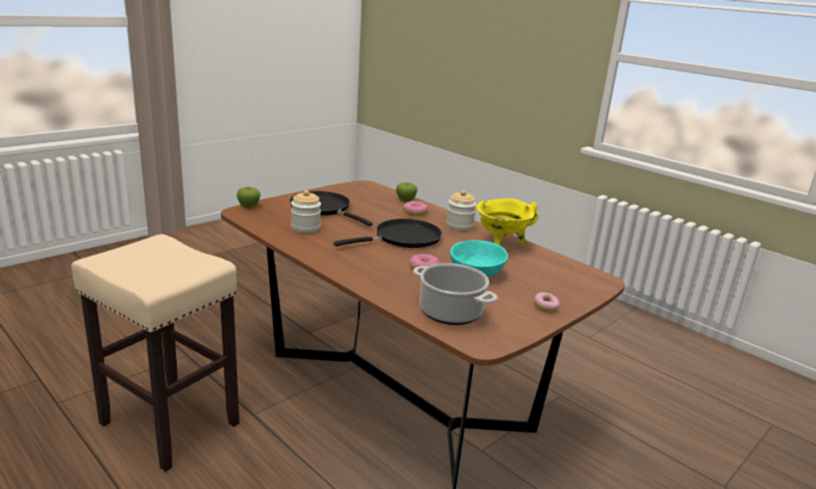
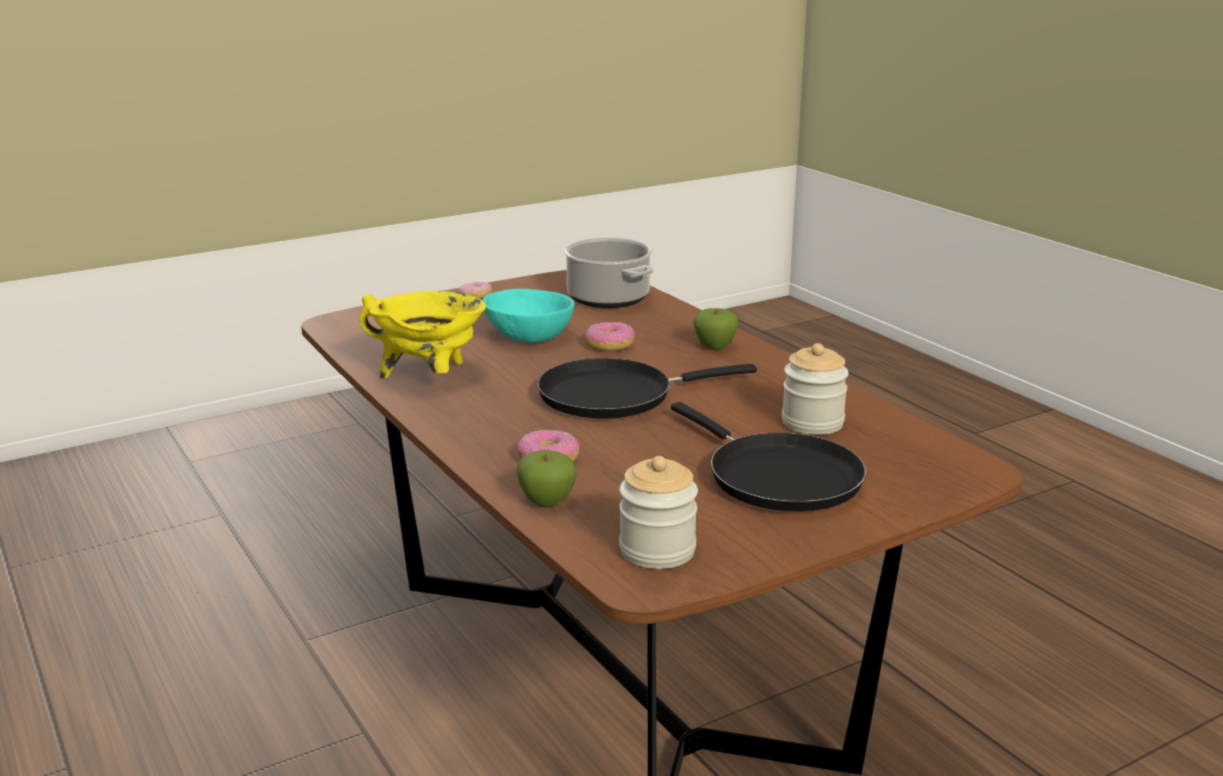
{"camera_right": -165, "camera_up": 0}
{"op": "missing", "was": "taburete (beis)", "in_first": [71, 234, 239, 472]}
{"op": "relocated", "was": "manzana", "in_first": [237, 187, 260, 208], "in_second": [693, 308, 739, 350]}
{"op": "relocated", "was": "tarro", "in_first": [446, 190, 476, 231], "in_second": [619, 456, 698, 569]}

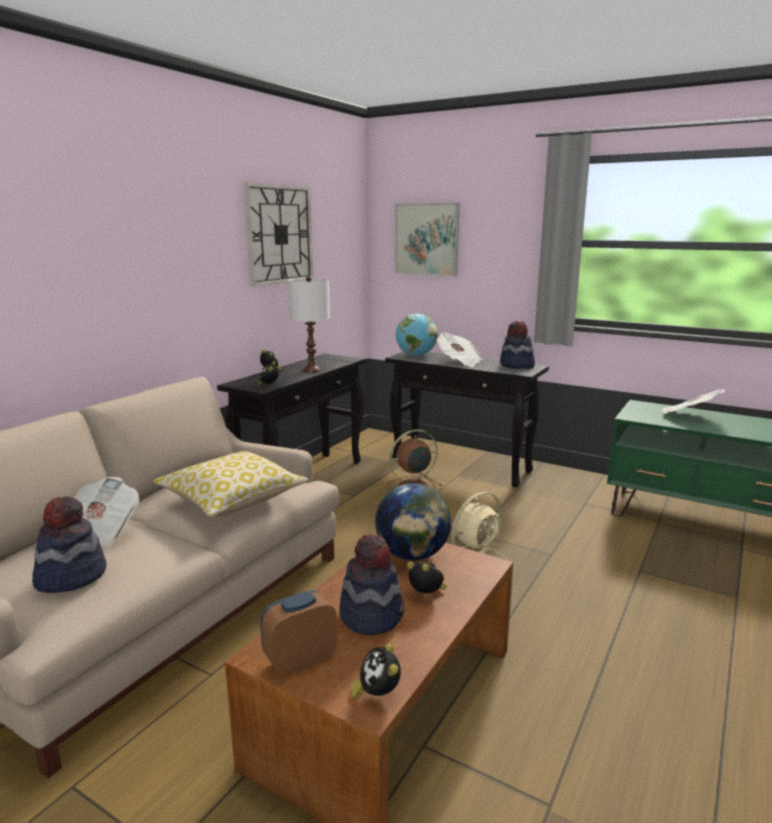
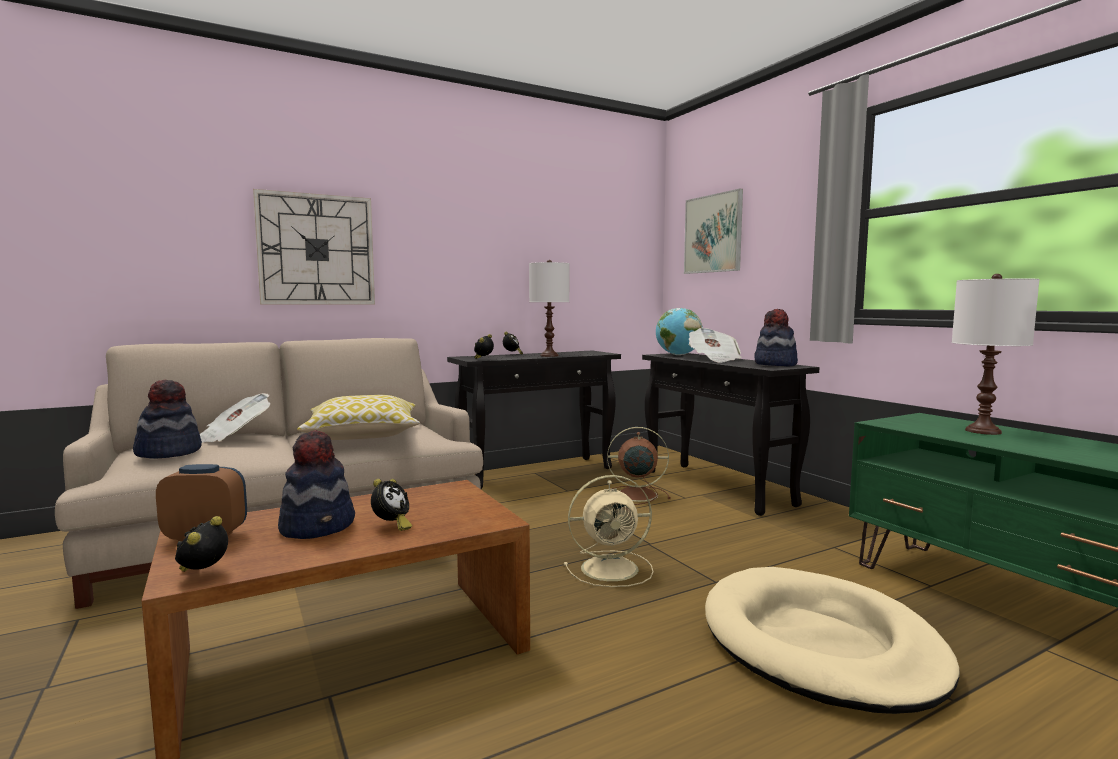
{"camera_right": 30, "camera_up": -10}
{"op": "missing", "was": "globo terráqueo", "in_first": [375, 483, 451, 561]}
{"op": "appeared", "now": "cama para perro (beis)", "in_second": [705, 567, 960, 714]}
{"op": "relocated", "was": "reloj de pared", "in_first": [244, 182, 313, 287], "in_second": [253, 189, 375, 305]}
{"op": "exchanged", "was": "periódico", "now": "lámpara de mesa (blanco)", "in_first": [662, 389, 725, 414], "in_second": [952, 274, 1040, 435]}
{"op": "spun", "was": "despertador", "in_first": [407, 562, 447, 593], "in_second": [371, 479, 412, 531], "clockwise": 45}

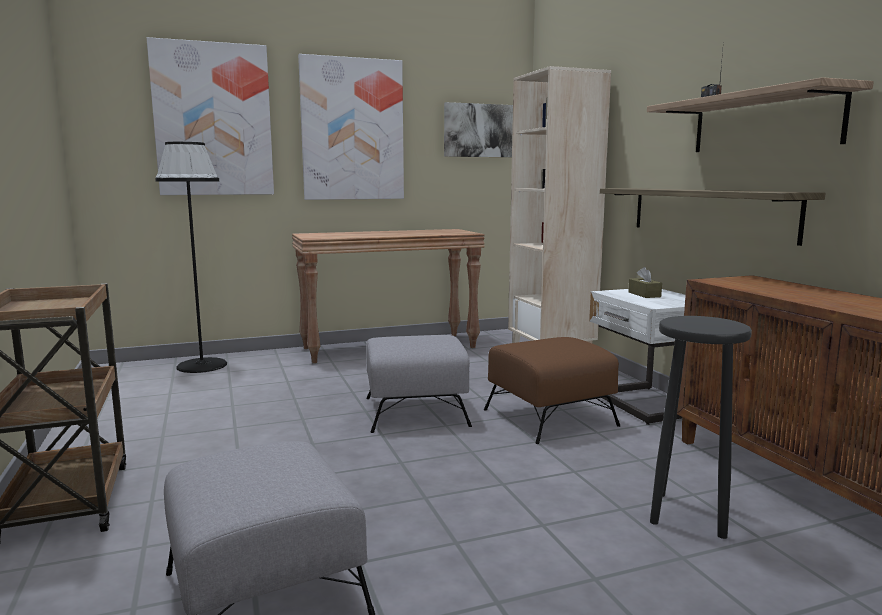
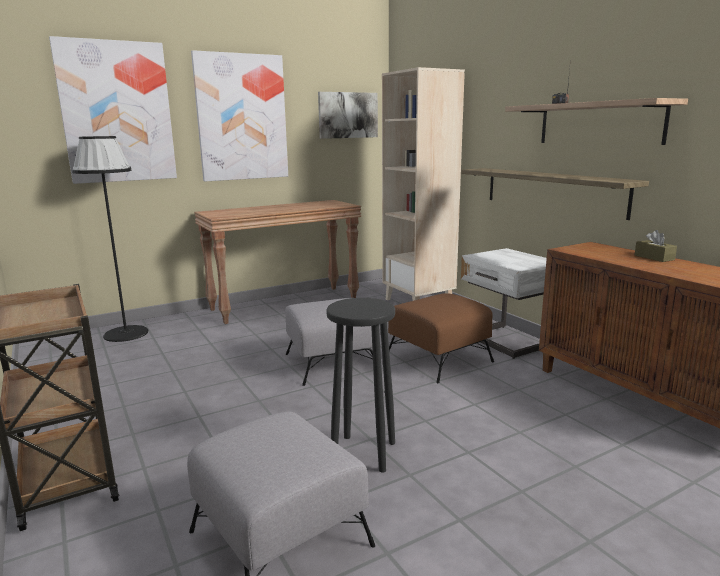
{"camera_right": -10, "camera_up": 5}
{"op": "relocated", "was": "caja de pañuelos (marrón)", "in_first": [628, 267, 662, 298], "in_second": [635, 230, 677, 262]}
{"op": "relocated", "was": "taburete (negro)", "in_first": [650, 316, 752, 539], "in_second": [326, 298, 395, 473]}

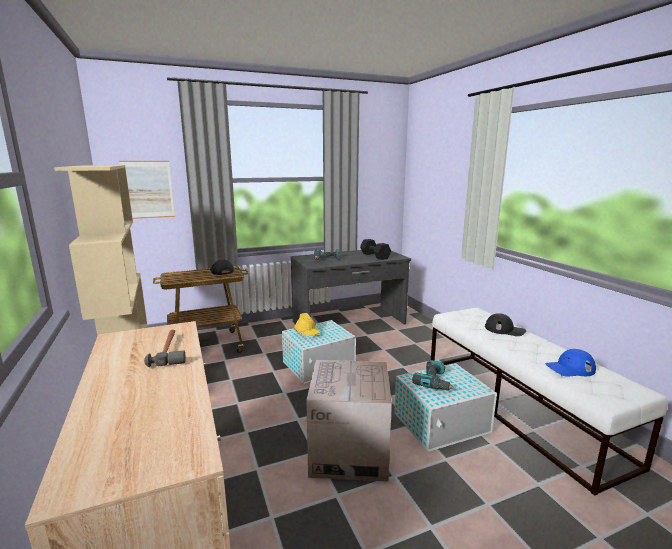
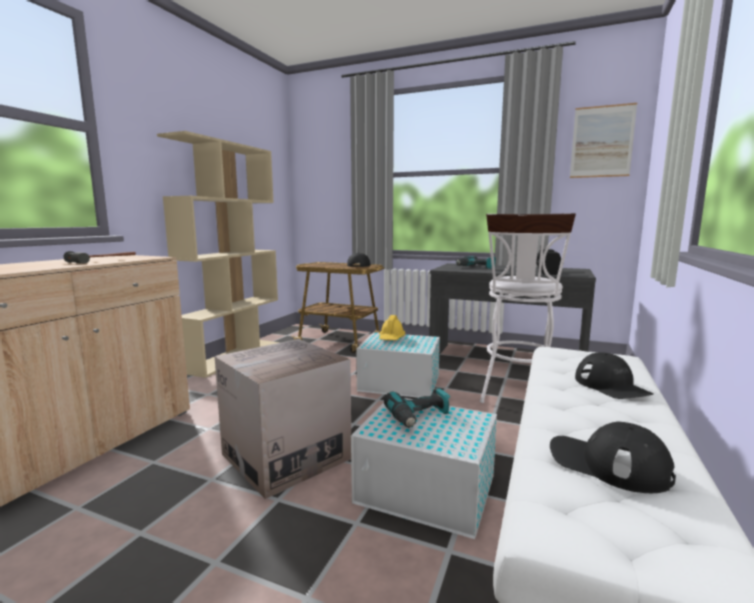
{"camera_right": 45, "camera_up": -5}
{"op": "appeared", "now": "taburete (blanco)", "in_second": [480, 213, 576, 403]}
{"op": "relocated", "was": "cuadro", "in_first": [119, 161, 175, 219], "in_second": [570, 103, 637, 178]}
{"op": "colour", "was": "gorra (azul)", "now": "gorra (negro)", "in_first": [545, 349, 596, 377], "in_second": [550, 421, 676, 493]}

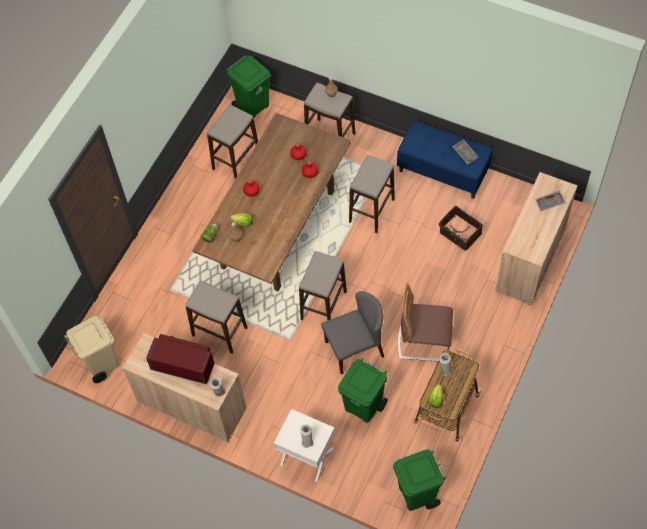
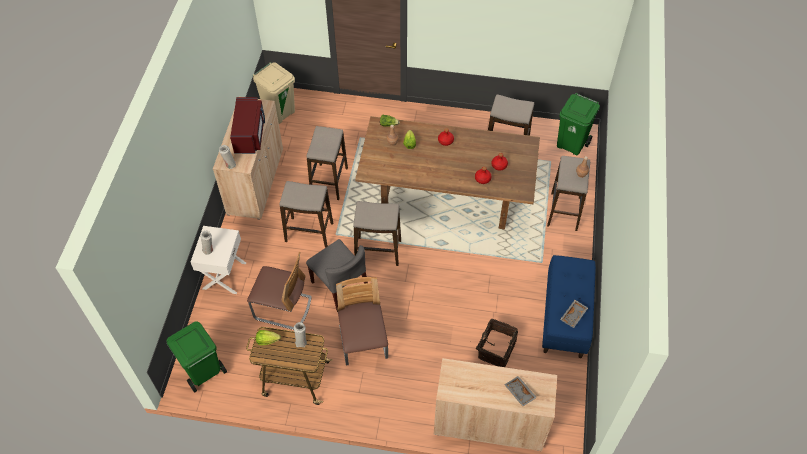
{"camera_right": 70, "camera_up": -5}
{"op": "relocated", "was": "taburete", "in_first": [349, 155, 395, 233], "in_second": [280, 181, 333, 248]}
{"op": "exchanged", "was": "papelera (verde)", "now": "silla", "in_first": [338, 358, 388, 423], "in_second": [247, 252, 312, 330]}

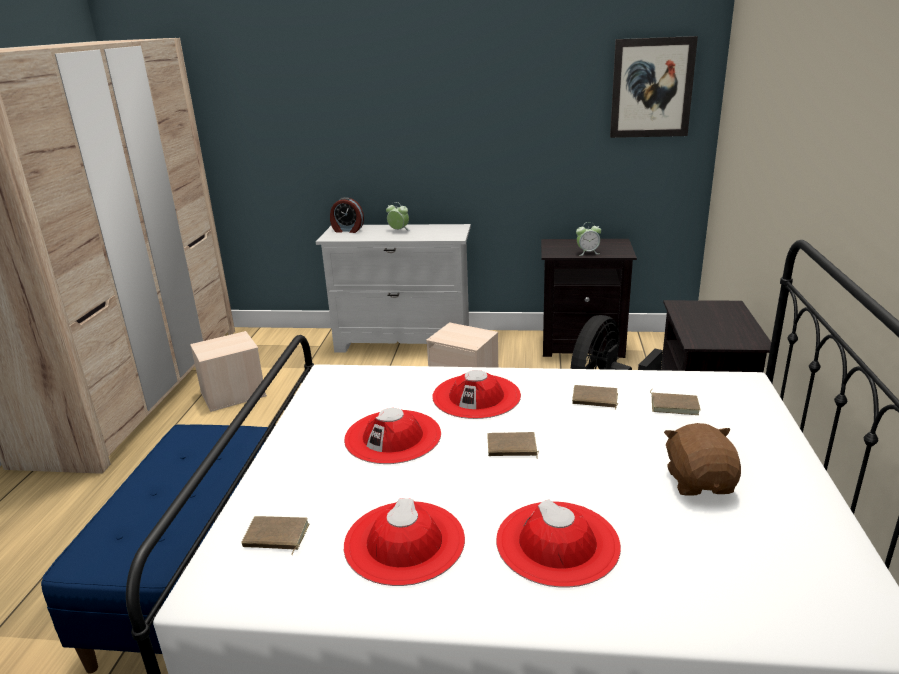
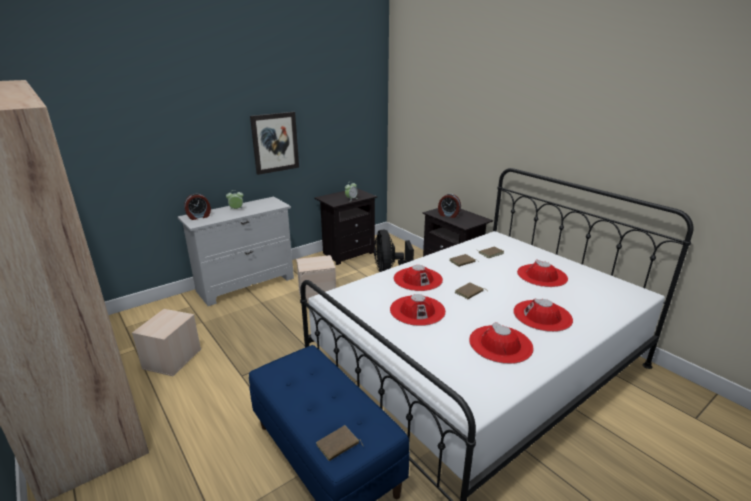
{"camera_right": -45, "camera_up": 0}
{"op": "appeared", "now": "despertador", "in_second": [438, 194, 461, 218]}
{"op": "relocated", "was": "libro (marrón)", "in_first": [241, 516, 310, 555], "in_second": [316, 425, 363, 461]}
{"op": "relocated", "was": "cuadro", "in_first": [610, 36, 698, 138], "in_second": [250, 112, 299, 175]}
{"op": "exchanged", "was": "peluche (marrón)", "now": "sombrero (rojo)", "in_first": [664, 423, 741, 496], "in_second": [517, 259, 568, 287]}

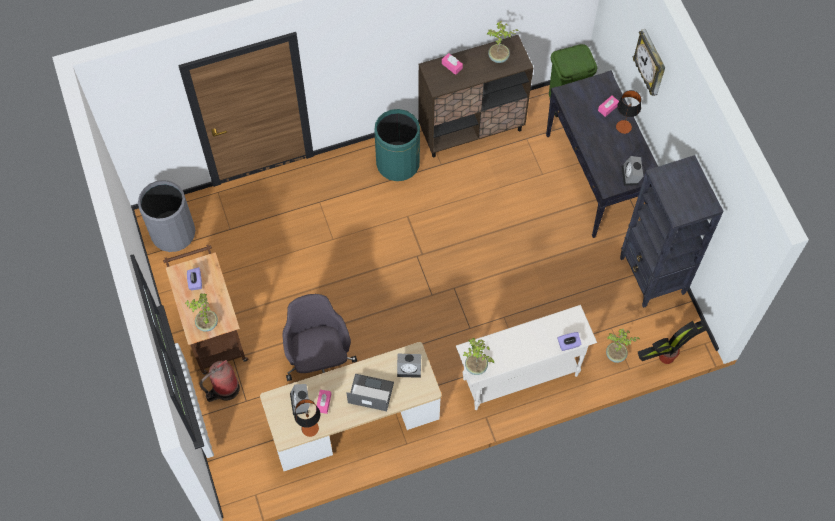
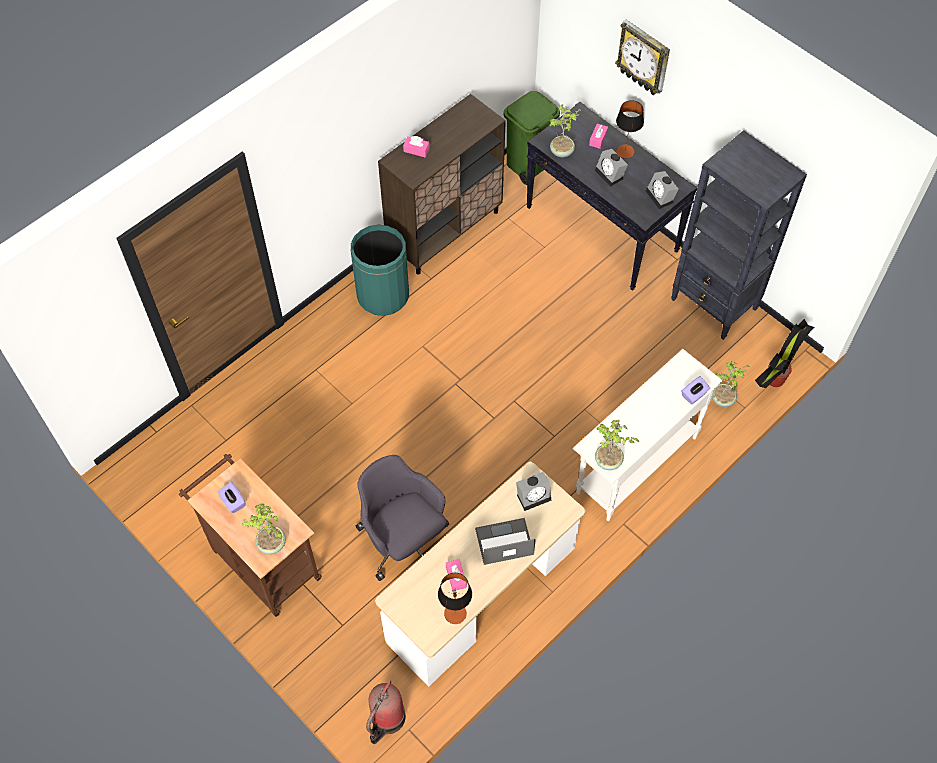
{"camera_right": -25, "camera_up": -5}
{"op": "missing", "was": "papelera (gris)", "in_first": [138, 180, 195, 252]}
{"op": "relocated", "was": "extintor", "in_first": [199, 360, 240, 402], "in_second": [366, 680, 406, 744]}
{"op": "relocated", "was": "despertador", "in_first": [290, 384, 310, 415], "in_second": [595, 149, 628, 187]}
{"op": "relocated", "was": "planta en maceta", "in_first": [486, 21, 519, 63], "in_second": [549, 104, 581, 157]}

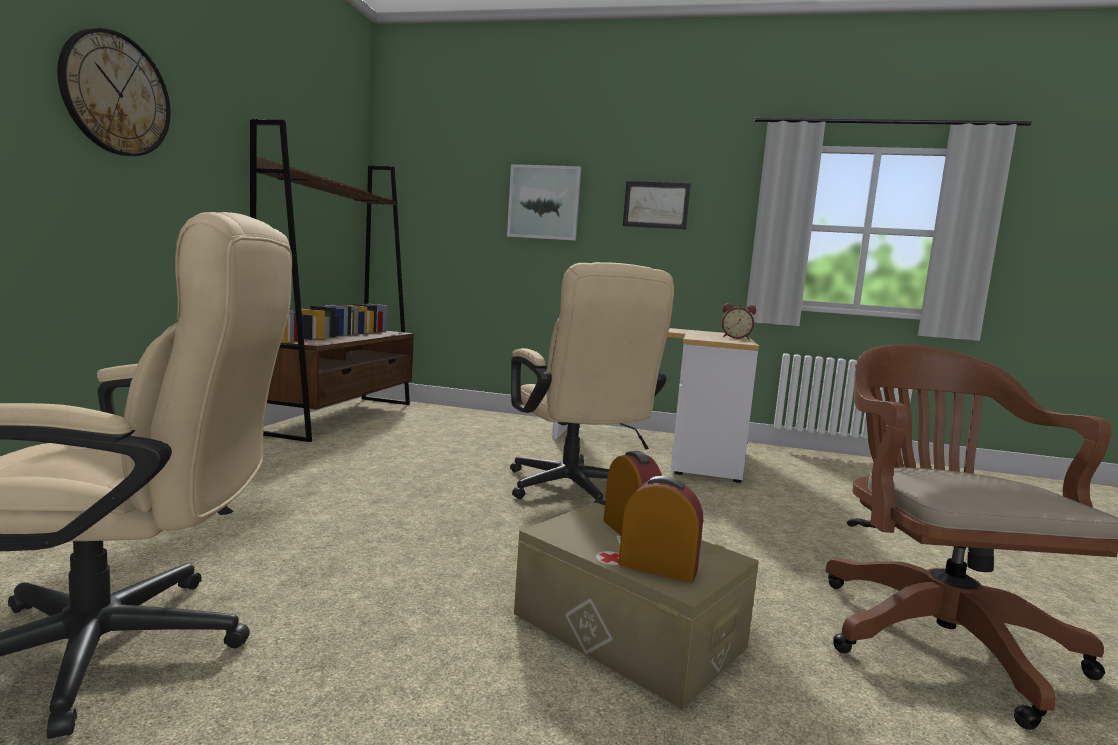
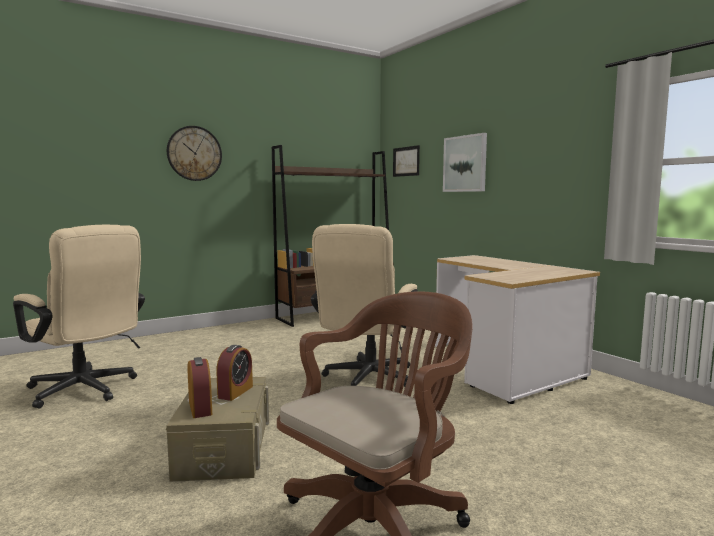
{"camera_right": 45, "camera_up": 0}
{"op": "missing", "was": "despertador", "in_first": [722, 303, 756, 340]}
{"op": "relocated", "was": "cuadro", "in_first": [623, 181, 691, 229], "in_second": [393, 145, 420, 177]}

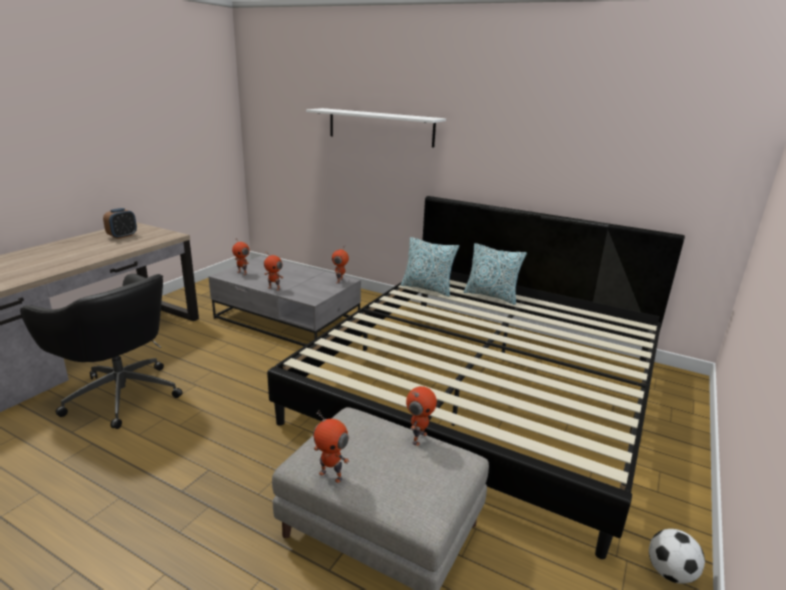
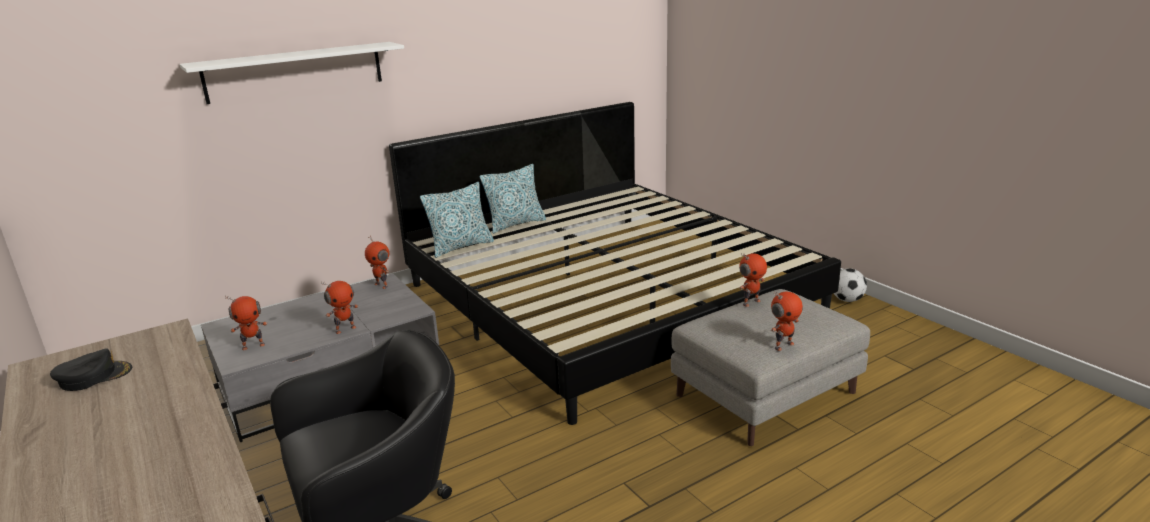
{"camera_right": -60, "camera_up": 0}
{"op": "exchanged", "was": "despertador", "now": "gorra (negro)", "in_first": [103, 208, 137, 239], "in_second": [50, 348, 132, 391]}
{"op": "spun", "was": "robot de juguete", "in_first": [406, 386, 437, 446], "in_second": [739, 253, 767, 307], "clockwise": 90}

